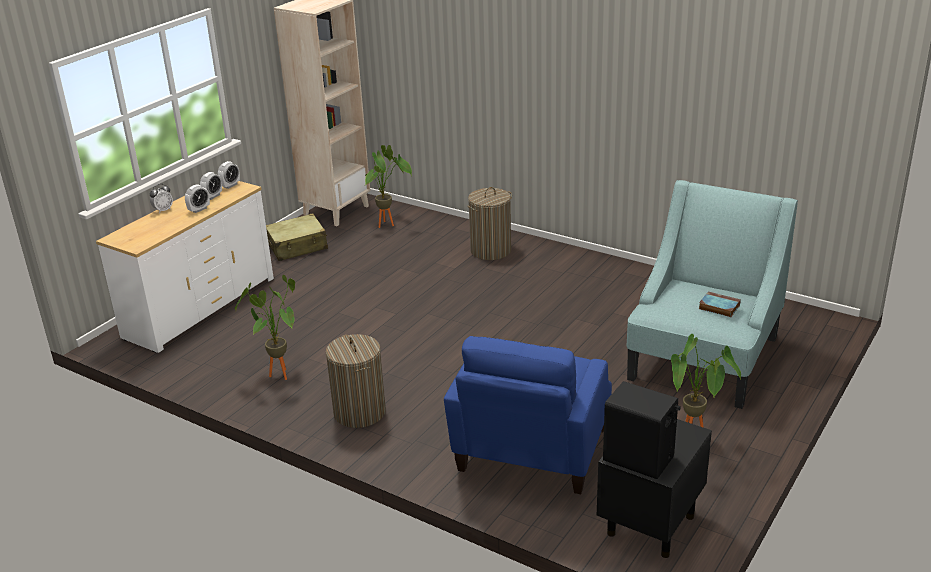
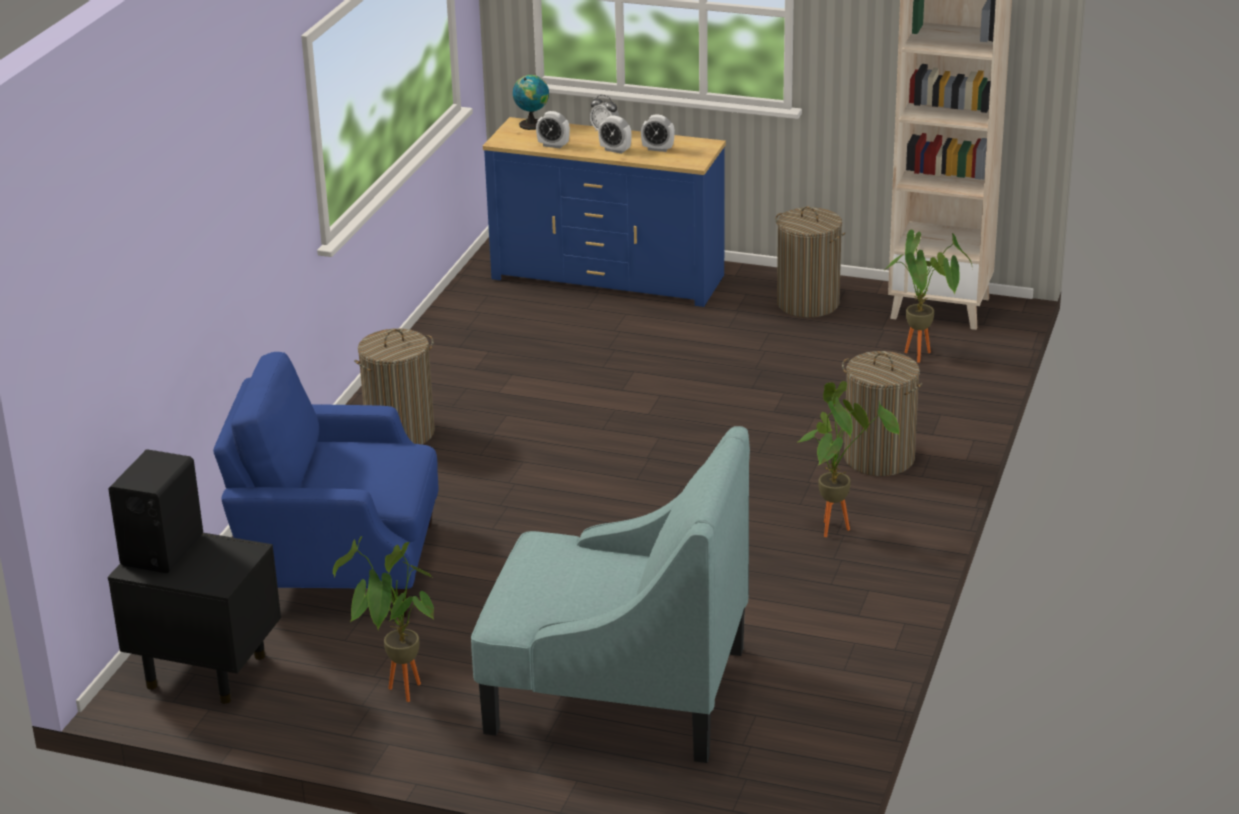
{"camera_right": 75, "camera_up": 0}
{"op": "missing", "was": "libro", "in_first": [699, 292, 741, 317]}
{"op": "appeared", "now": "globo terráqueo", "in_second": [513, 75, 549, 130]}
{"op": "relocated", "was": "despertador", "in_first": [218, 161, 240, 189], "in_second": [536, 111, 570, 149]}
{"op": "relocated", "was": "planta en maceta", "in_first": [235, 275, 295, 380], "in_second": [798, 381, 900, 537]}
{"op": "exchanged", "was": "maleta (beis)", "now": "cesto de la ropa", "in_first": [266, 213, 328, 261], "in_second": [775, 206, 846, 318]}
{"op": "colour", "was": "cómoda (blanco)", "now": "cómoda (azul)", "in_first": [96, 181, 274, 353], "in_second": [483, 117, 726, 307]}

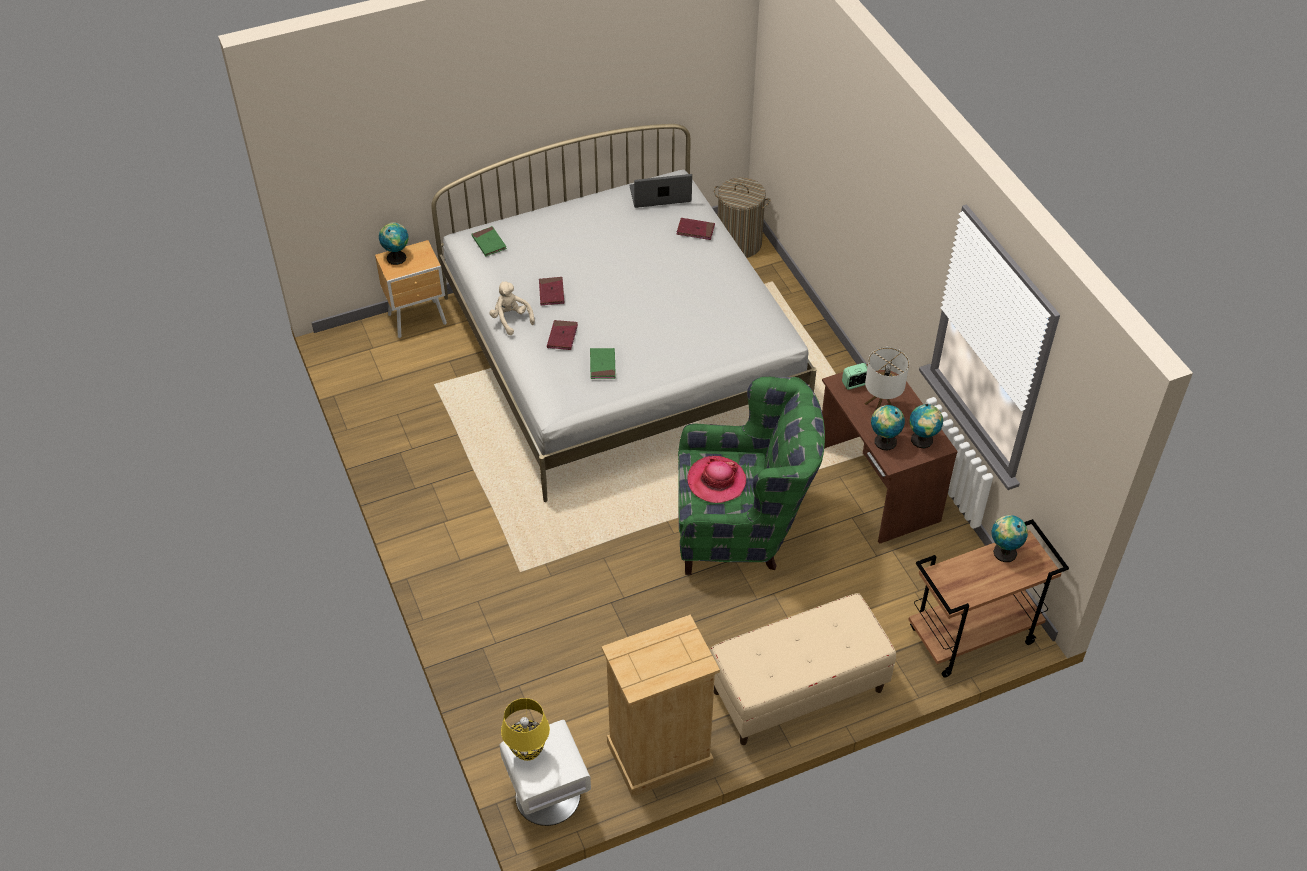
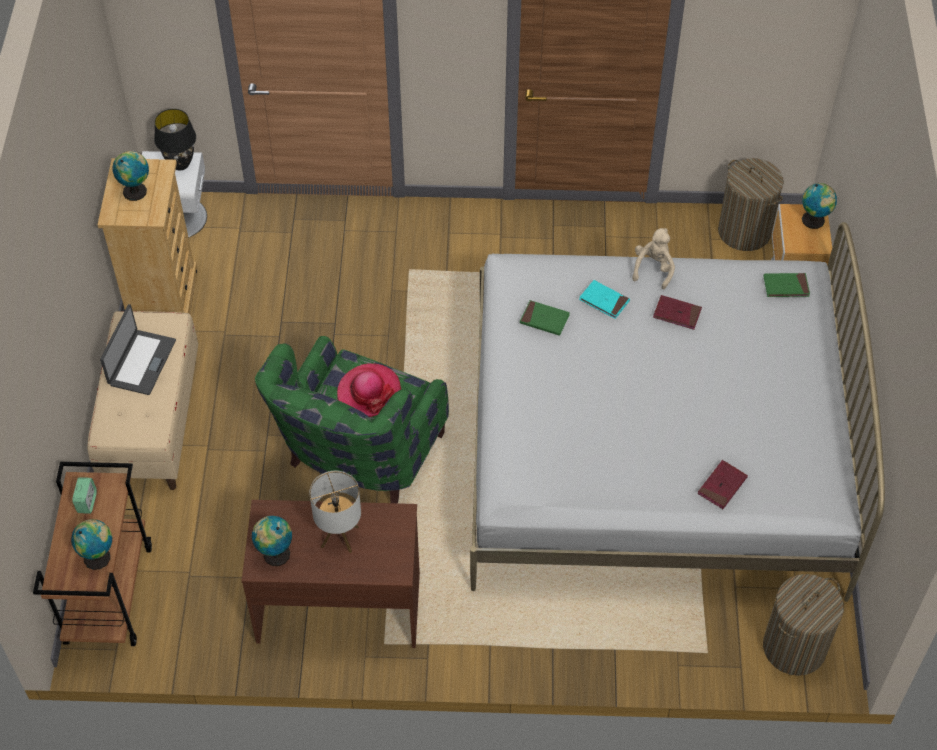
{"camera_right": 115, "camera_up": 5}
{"op": "appeared", "now": "cesto de la ropa", "in_second": [718, 158, 784, 251]}
{"op": "relocated", "was": "portátil", "in_first": [629, 174, 692, 208], "in_second": [100, 304, 176, 395]}
{"op": "relocated", "was": "despertador", "in_first": [842, 363, 867, 390], "in_second": [72, 477, 97, 514]}
{"op": "relocated", "was": "globo terráqueo", "in_first": [871, 405, 905, 451], "in_second": [112, 151, 149, 201]}
{"op": "colour", "was": "lámpara de mesa (amarillo)", "now": "lámpara de mesa (negro)", "in_first": [501, 698, 550, 761], "in_second": [154, 109, 196, 171]}
{"op": "colour", "was": "libro (rojo)", "now": "libro (turquesa)", "in_first": [547, 320, 578, 350], "in_second": [579, 280, 630, 319]}
{"op": "spun", "was": "peluche (beis)", "in_first": [489, 281, 535, 335], "in_second": [632, 228, 675, 290], "clockwise": -60}

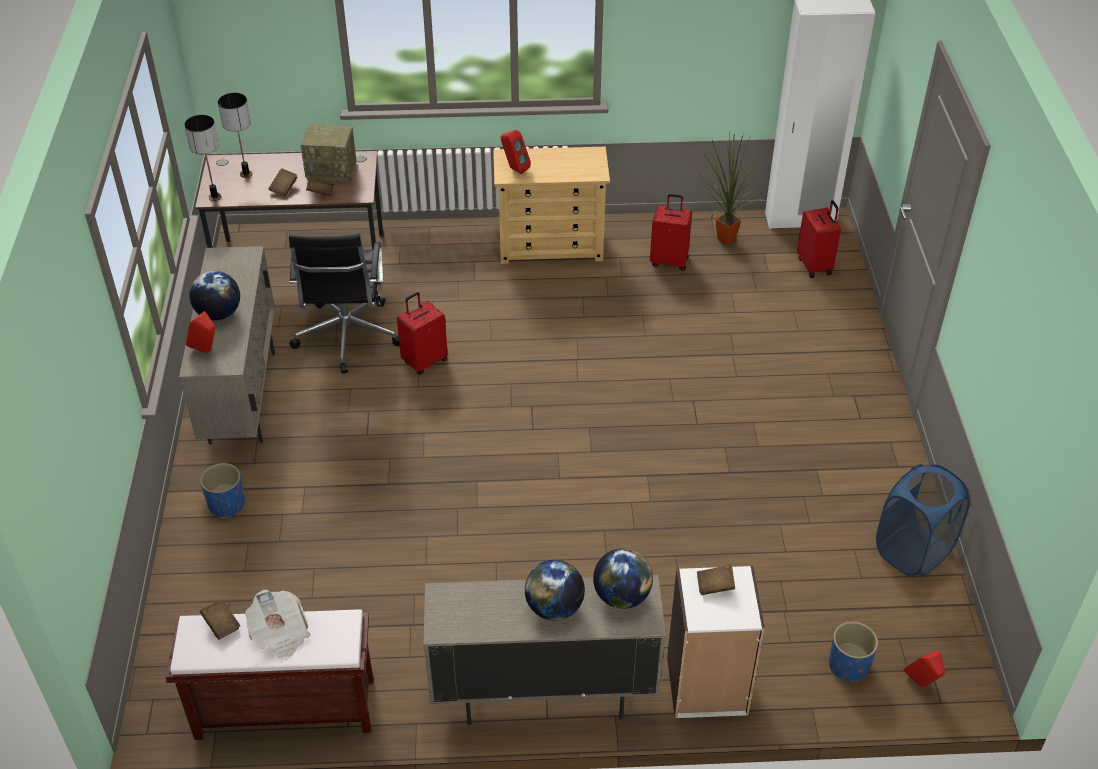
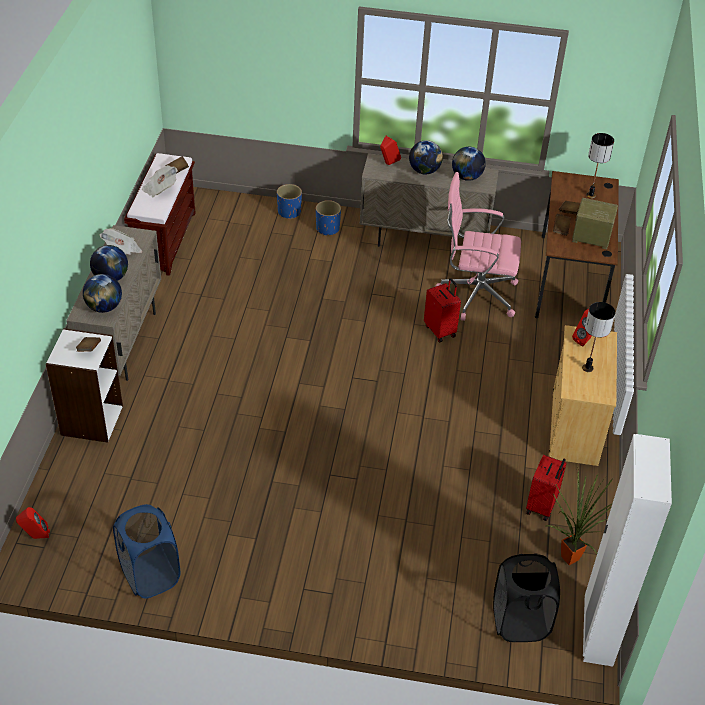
{"camera_right": 100, "camera_up": 0}
{"op": "appeared", "now": "periódico", "in_second": [99, 228, 142, 255]}
{"op": "appeared", "now": "globo terráqueo", "in_second": [452, 147, 486, 181]}
{"op": "relocated", "was": "lámpara de mesa", "in_first": [184, 115, 221, 201], "in_second": [582, 302, 615, 372]}
{"op": "relocated", "was": "maceta (azul)", "in_first": [829, 622, 878, 682], "in_second": [277, 184, 302, 219]}
{"op": "exchanged", "was": "maleta (rojo)", "now": "cesto de la ropa (negro)", "in_first": [797, 200, 841, 278], "in_second": [493, 553, 560, 642]}
{"op": "colour", "was": "silla de oficina (negro)", "now": "silla de oficina (rosa)", "in_first": [288, 233, 400, 374], "in_second": [435, 172, 521, 321]}
{"op": "spun", "was": "radio", "in_first": [301, 124, 356, 184], "in_second": [572, 198, 618, 249], "clockwise": 90}

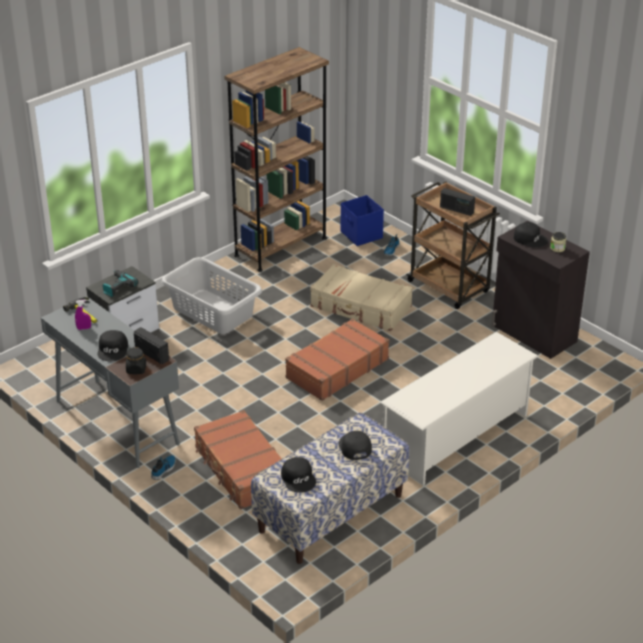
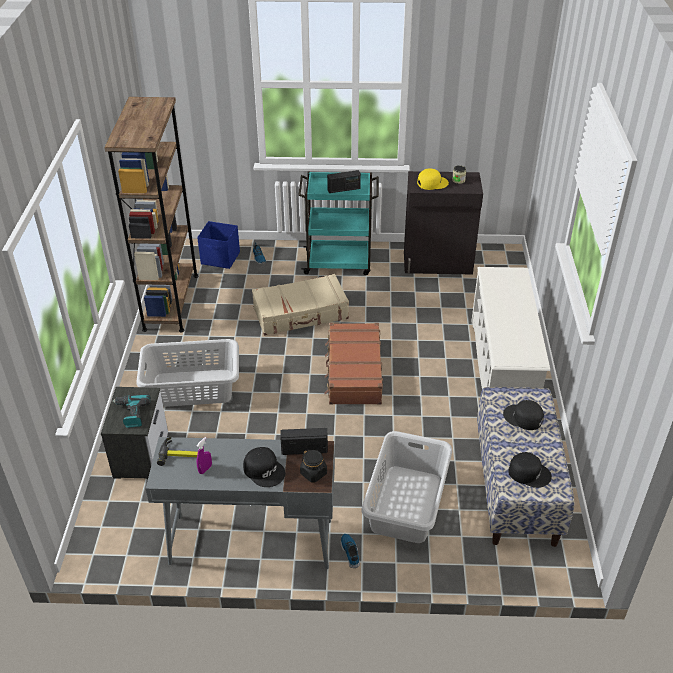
{"camera_right": -45, "camera_up": 5}
{"op": "exchanged", "was": "maleta (marrón)", "now": "cesto de la ropa (gris)", "in_first": [194, 410, 282, 509], "in_second": [361, 431, 452, 543]}
{"op": "colour", "was": "carrito (marrón)", "now": "carrito (turquesa)", "in_first": [406, 181, 500, 309], "in_second": [299, 172, 379, 275]}
{"op": "colour", "was": "gorra (negro)", "now": "gorra (amarillo)", "in_first": [514, 222, 548, 248], "in_second": [417, 169, 449, 190]}

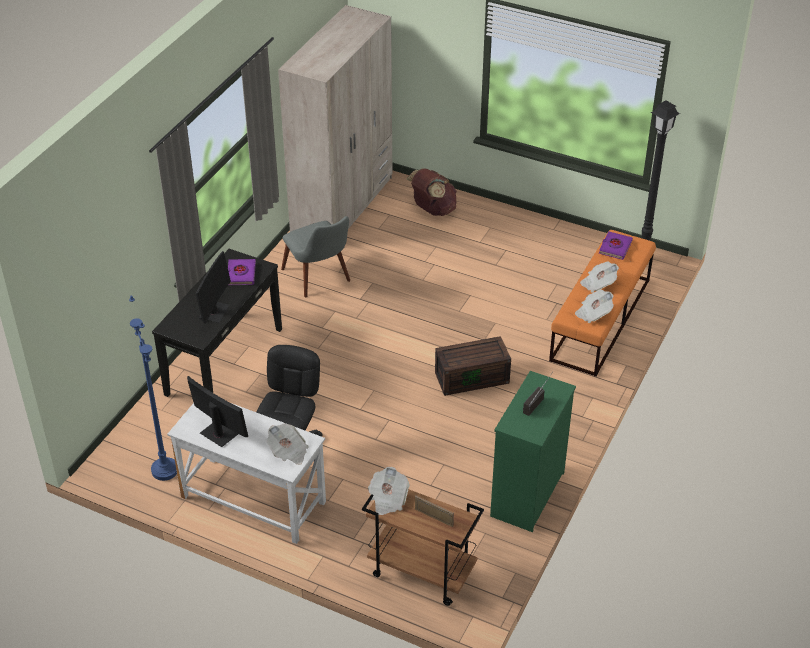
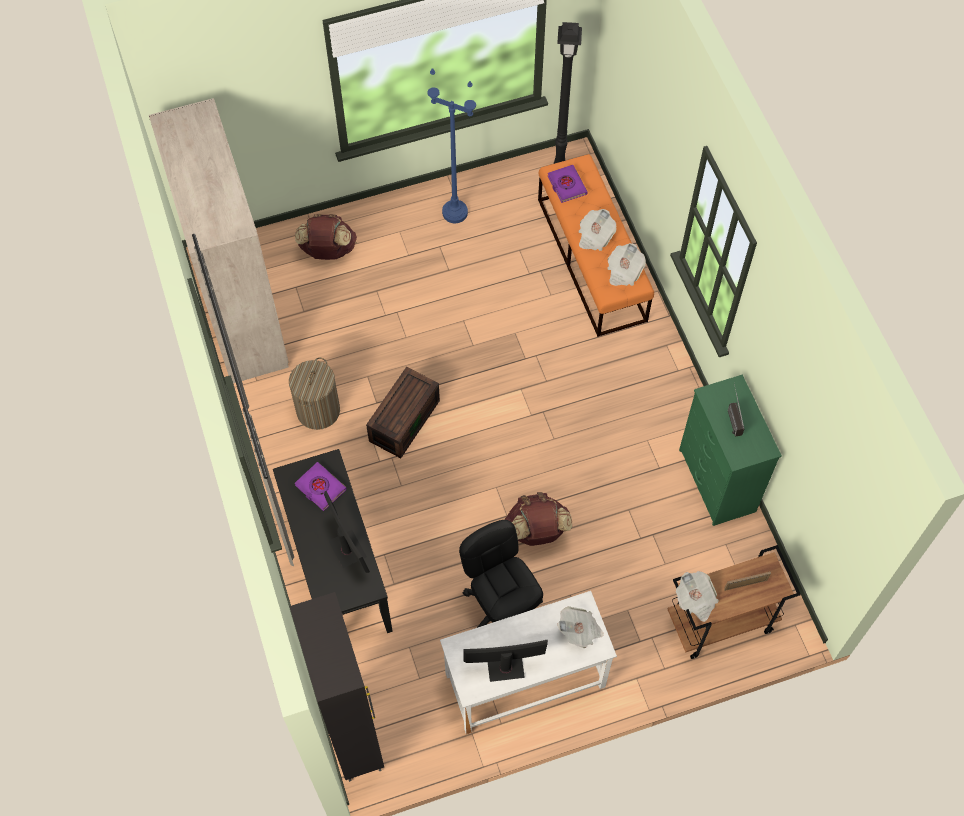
{"camera_right": -45, "camera_up": 20}
{"op": "appeared", "now": "armario (negro)", "in_second": [289, 592, 384, 782]}
{"op": "appeared", "now": "mochila (marrón)", "in_second": [505, 492, 572, 546]}
{"op": "relocated", "was": "lámpara de pie (azul)", "in_first": [129, 295, 177, 481], "in_second": [428, 68, 476, 223]}
{"op": "relocated", "was": "caja de almacenaje (marrón)", "in_first": [435, 336, 511, 396], "in_second": [366, 367, 440, 458]}
{"op": "exchanged", "was": "silla (gris)", "now": "cesto de la ropa", "in_first": [281, 216, 350, 297], "in_second": [289, 358, 340, 430]}

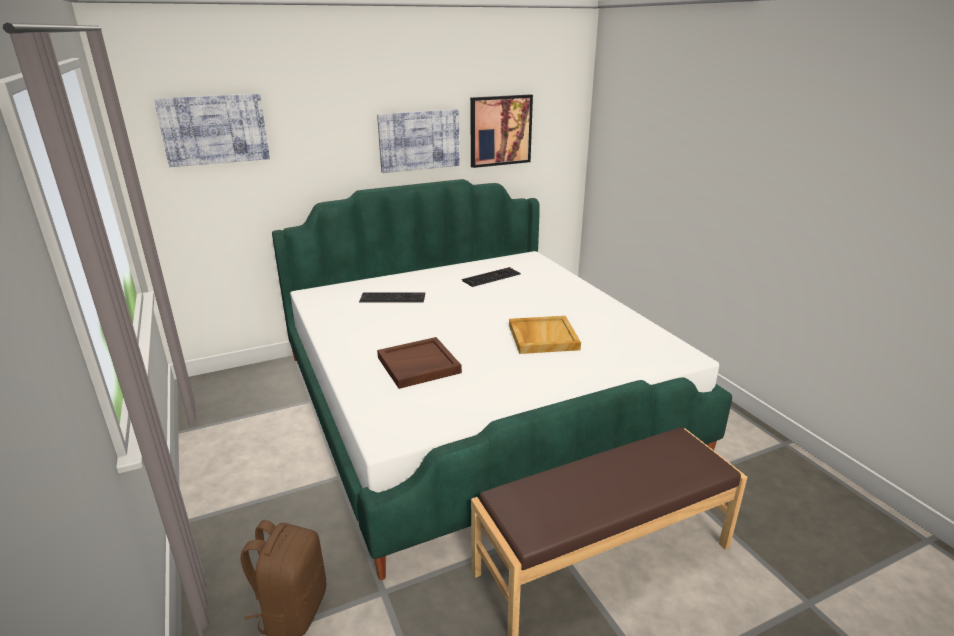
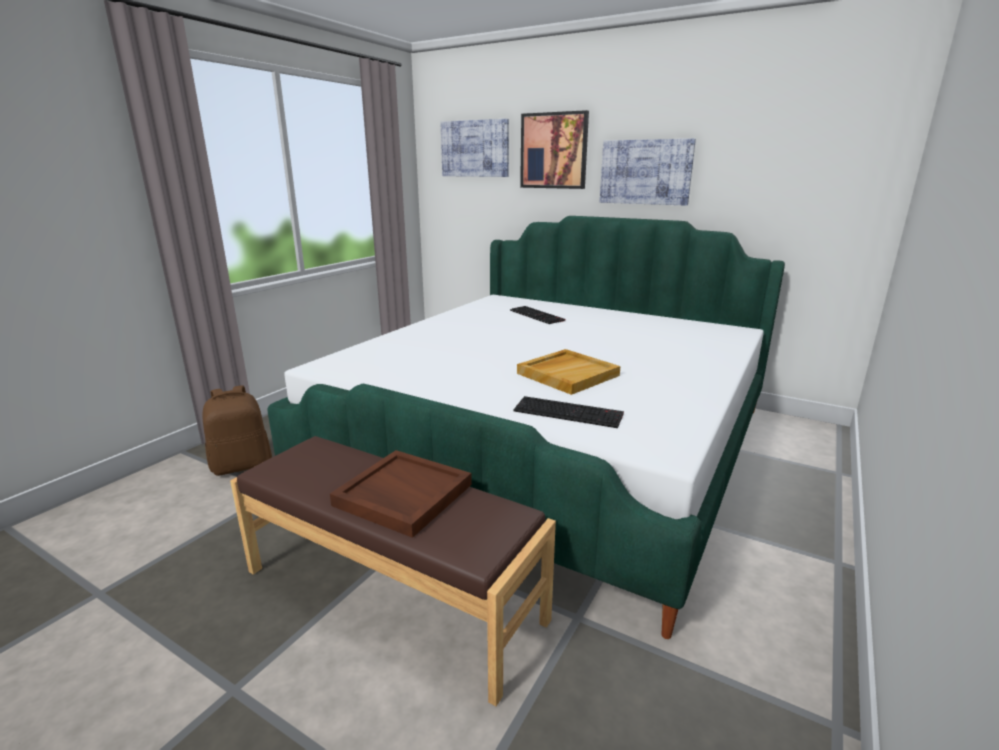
{"camera_right": 55, "camera_up": -5}
{"op": "relocated", "was": "bandeja (marrón)", "in_first": [377, 337, 462, 389], "in_second": [330, 450, 472, 538]}
{"op": "relocated", "was": "teclado", "in_first": [462, 267, 521, 287], "in_second": [513, 396, 624, 428]}
{"op": "relocated", "was": "cuadro", "in_first": [470, 94, 533, 168], "in_second": [520, 110, 589, 189]}

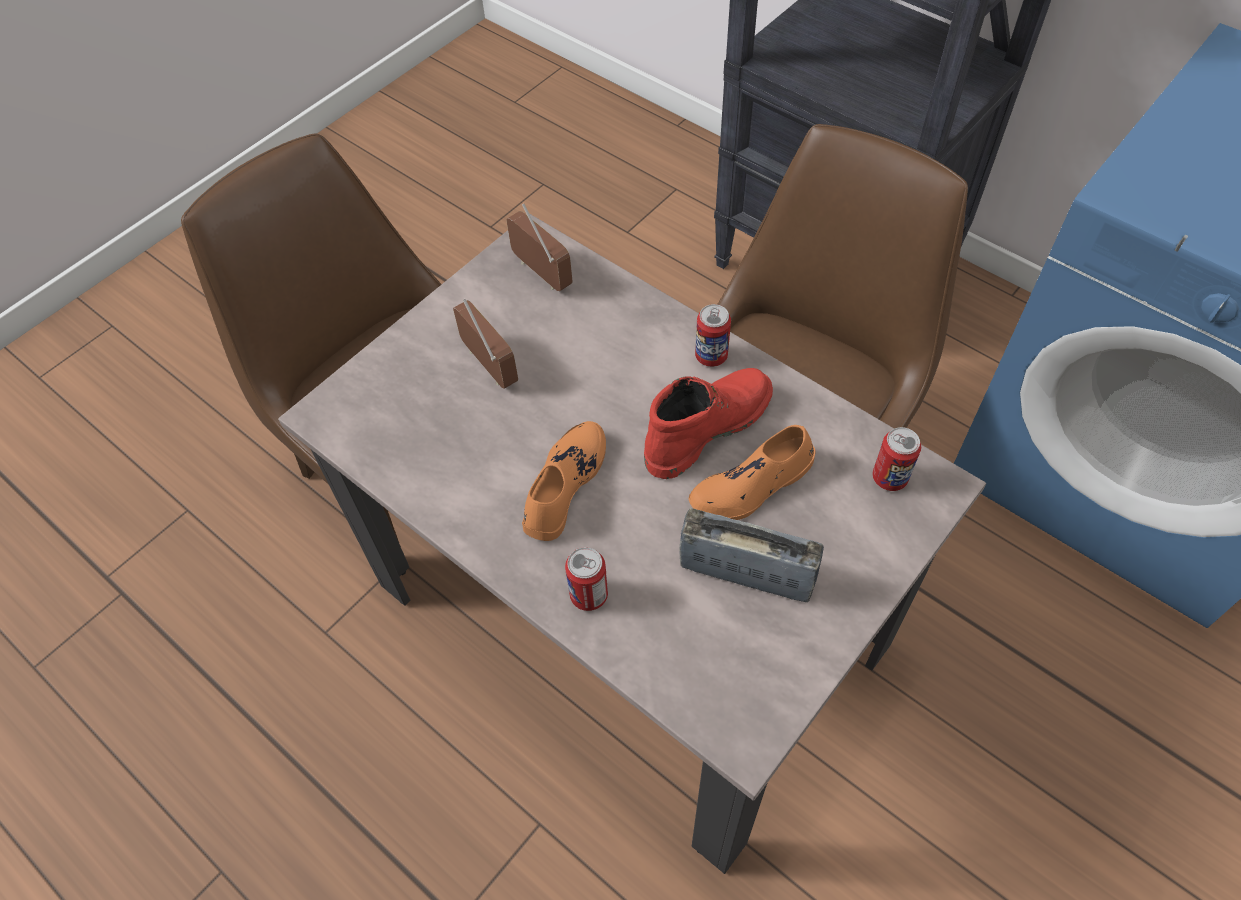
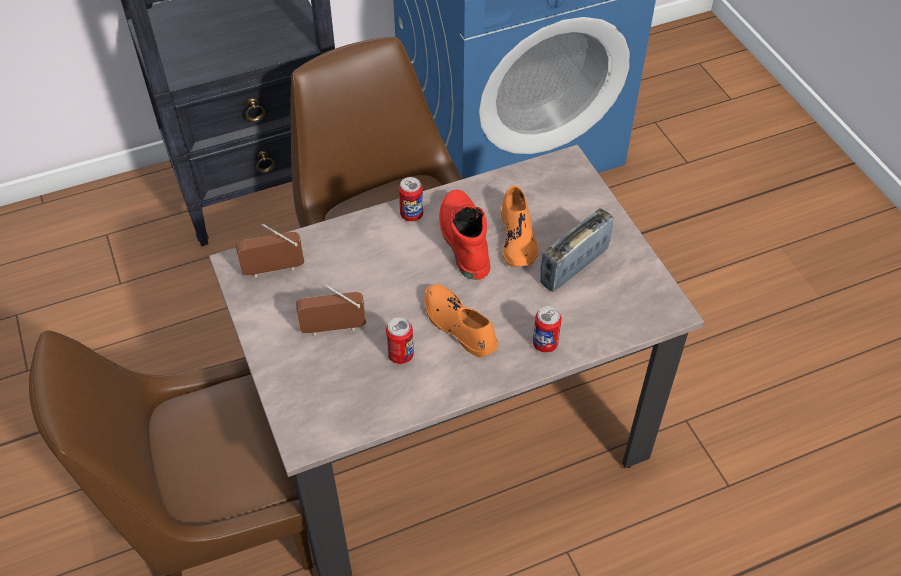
{"camera_right": -65, "camera_up": -5}
{"op": "relocated", "was": "lata", "in_first": [872, 427, 921, 491], "in_second": [386, 317, 414, 364]}

